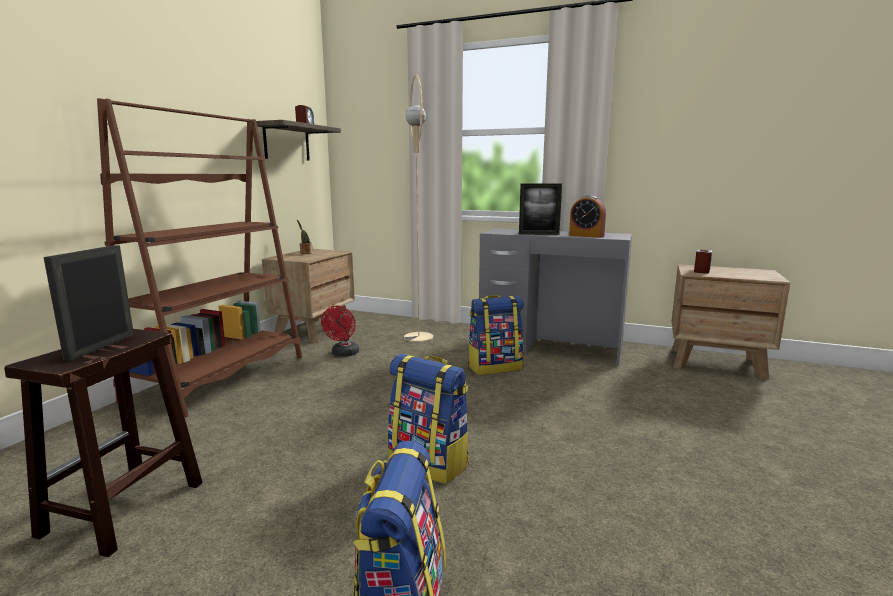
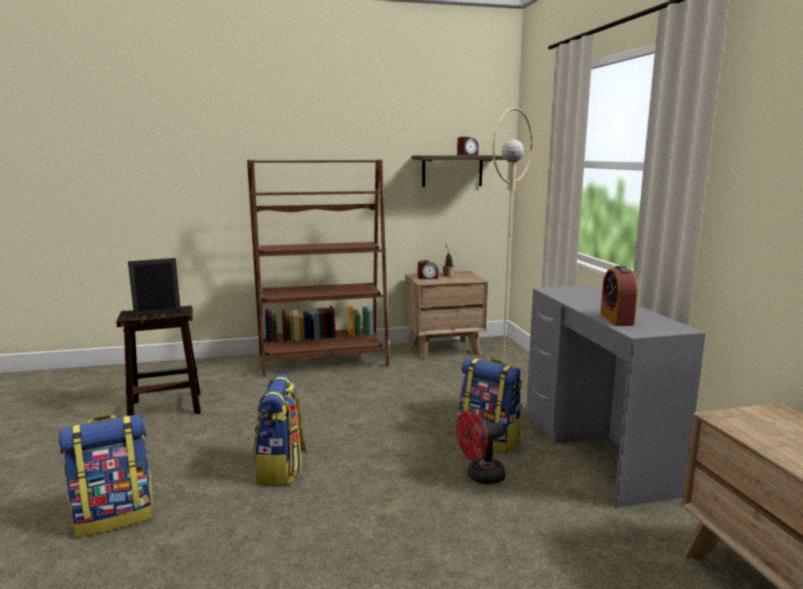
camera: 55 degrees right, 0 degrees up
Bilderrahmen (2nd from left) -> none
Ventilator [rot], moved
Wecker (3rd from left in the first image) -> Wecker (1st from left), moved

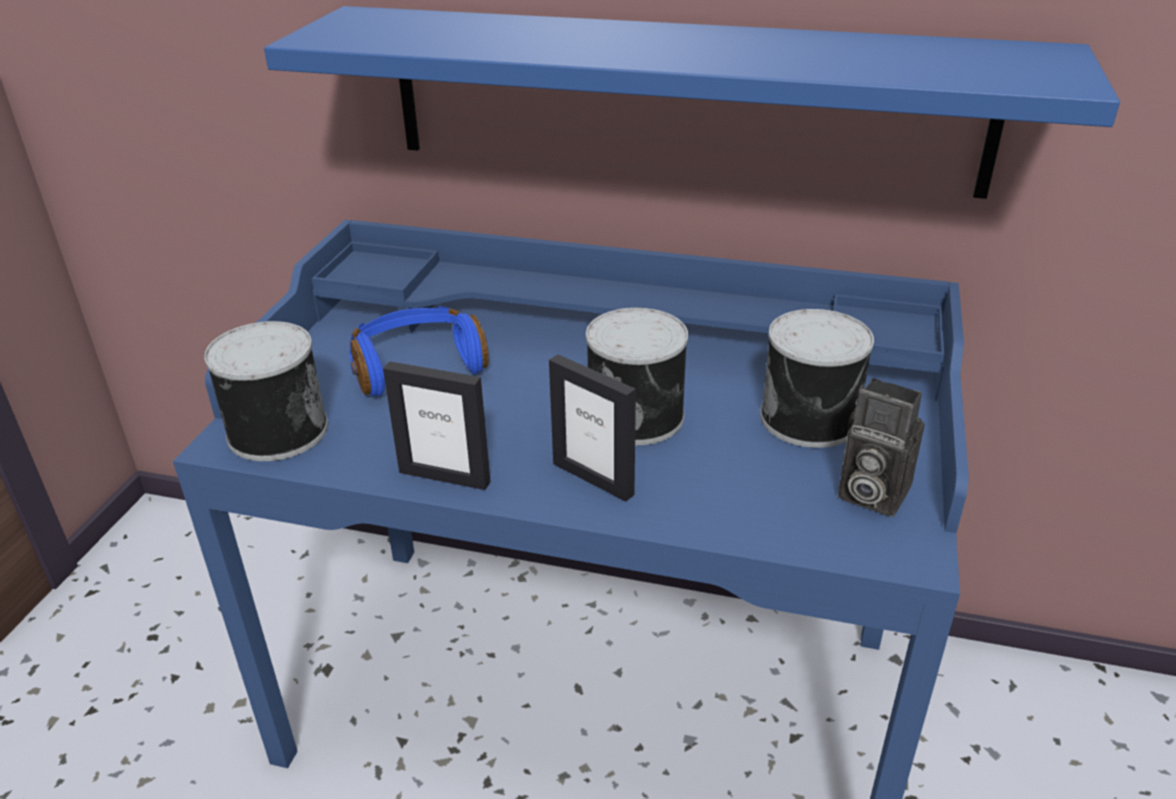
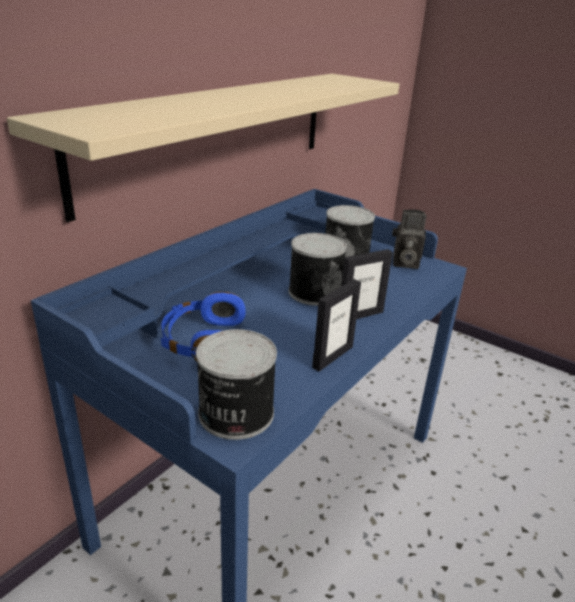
camera: 70 degrees left, 5 degrees down
Wandregal [blau] -> Wandregal [beige]
Kamera, 45 degrees clockwise

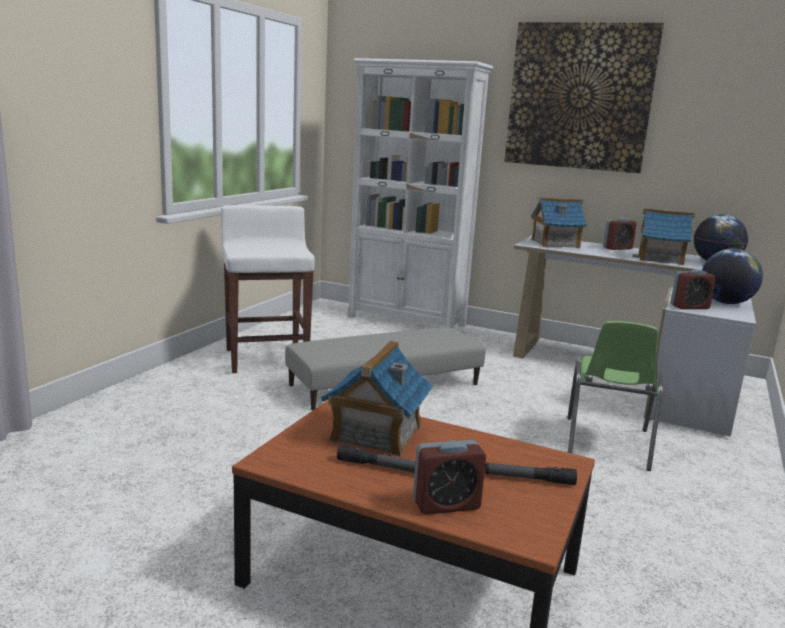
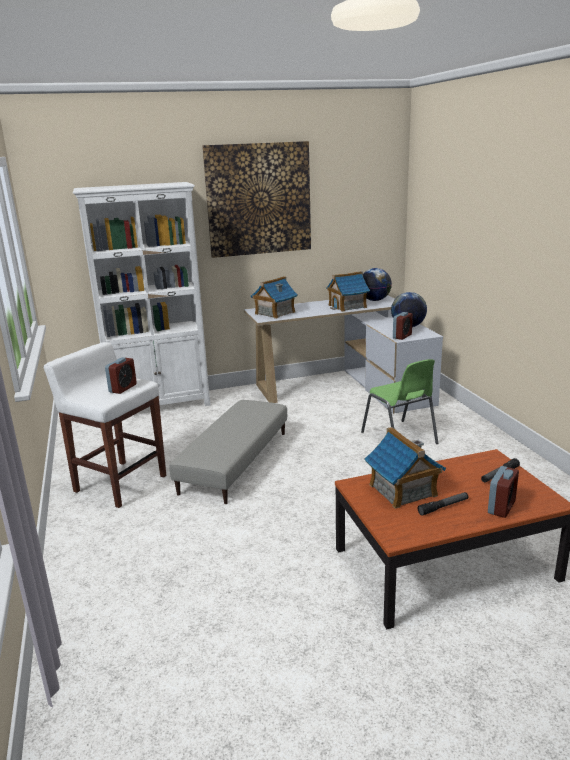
camera: 40 degrees left, 5 degrees up
Wecker (2nd from left in the first image) -> Wecker (1st from left), moved

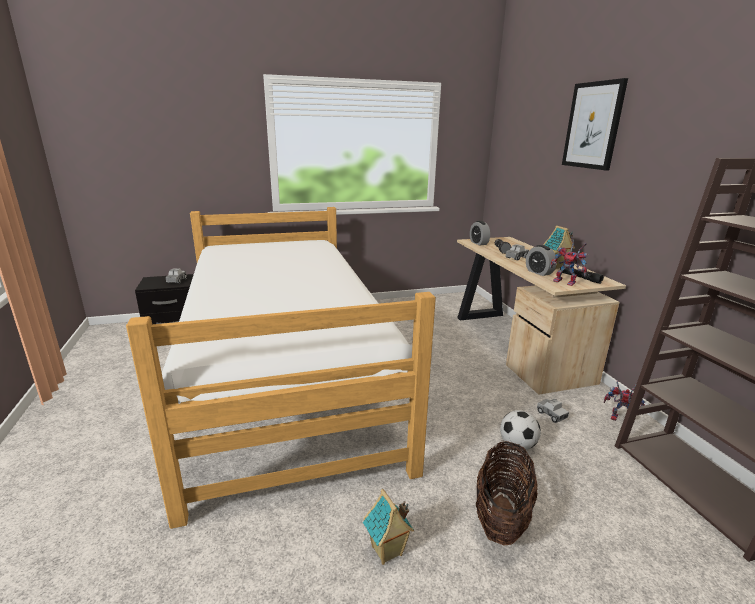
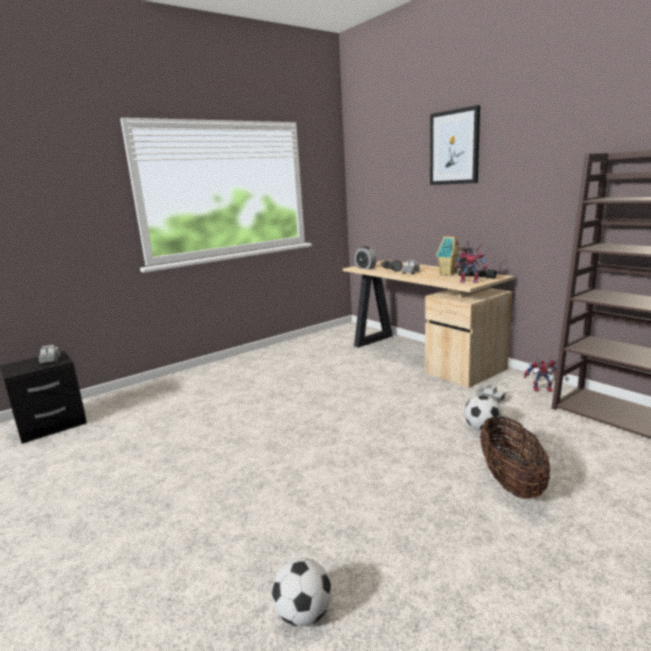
camera: 20 degrees left, 5 degrees down
Bett -> none
Spielzeughaus (1st from left) -> none
Wecker (2nd from left) -> none
none -> Fußball (1st from left)

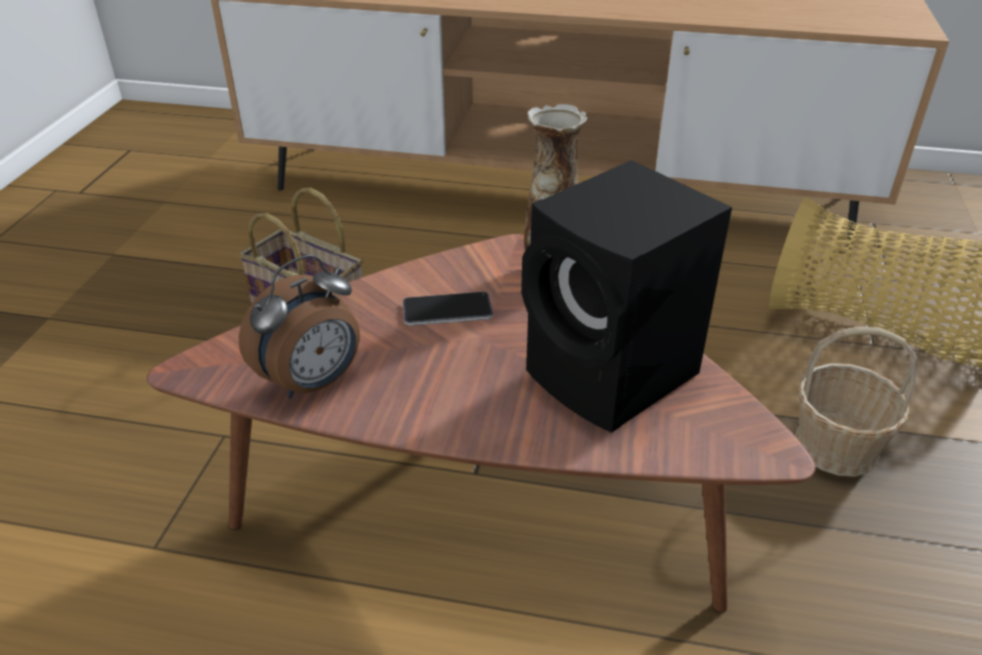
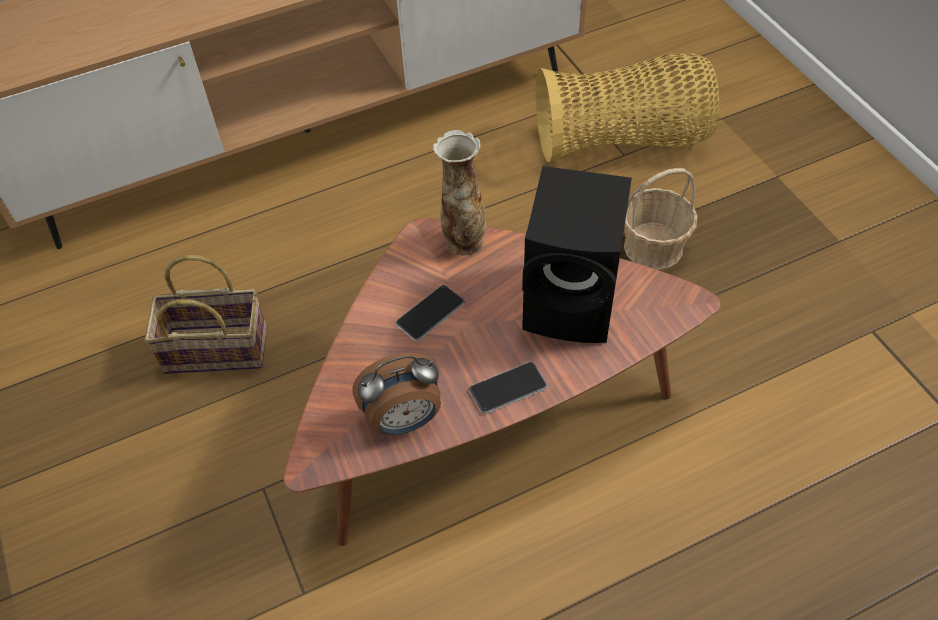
camera: 35 degrees left, 15 degrees up
none -> Handy (2nd from left)
Wecker, 60 degrees clockwise

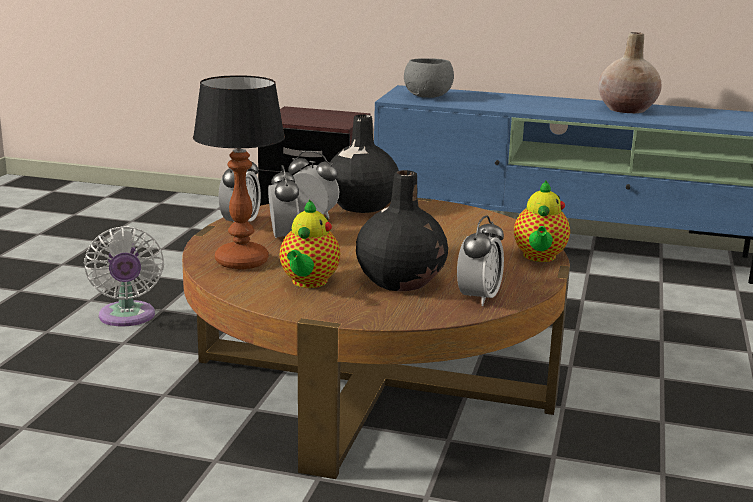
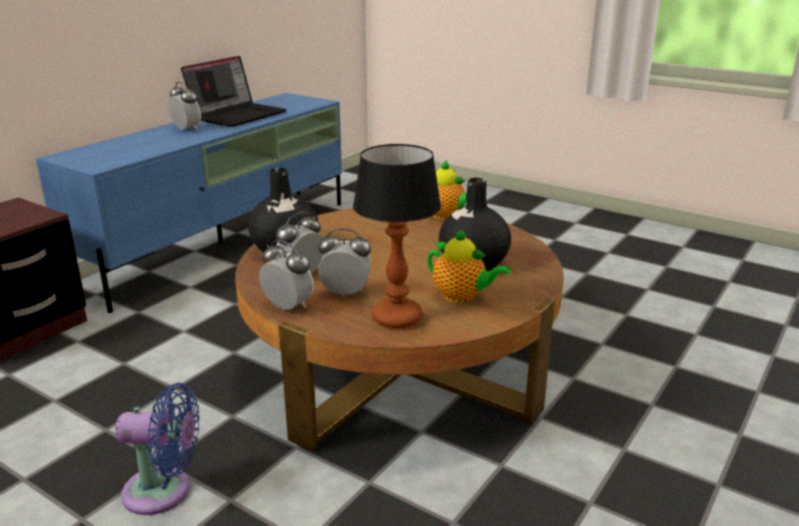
camera: 70 degrees left, 5 degrees up
Schüssel [grau] -> none
Wecker (4th from left in the first image) -> Wecker (1st from left), moved
Vase [beige] -> Laptop
Ventilator [weiß] -> Ventilator [blau]

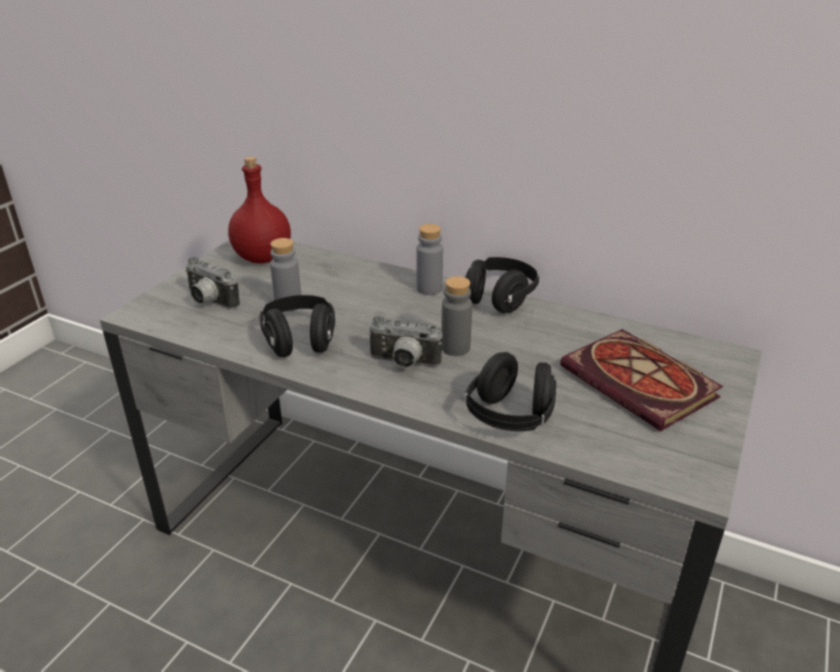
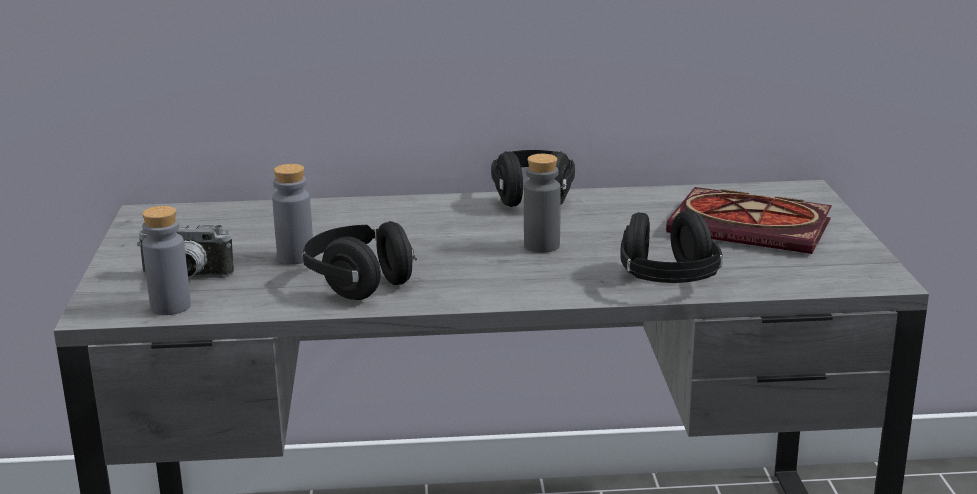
camera: 30 degrees left, 10 degrees down
Flasche [rot] -> none
Kamera (2nd from left) -> none
Flasche [grau] (2nd from left in the first image) -> Flasche [grau] (1st from left), moved

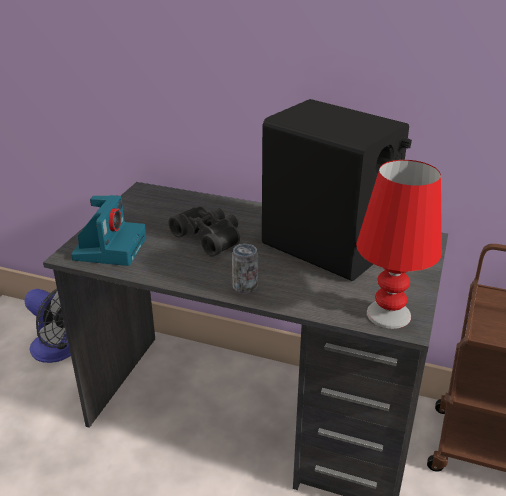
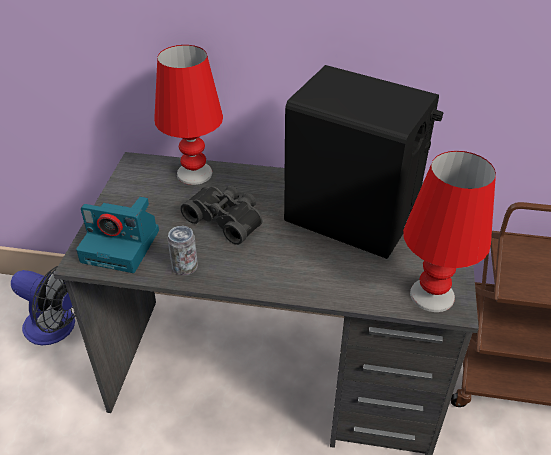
camera: 10 degrees left, 10 degrees up
none -> Tischlampe [rot] (1st from left)
Dose, moved
Kamera, 105 degrees clockwise

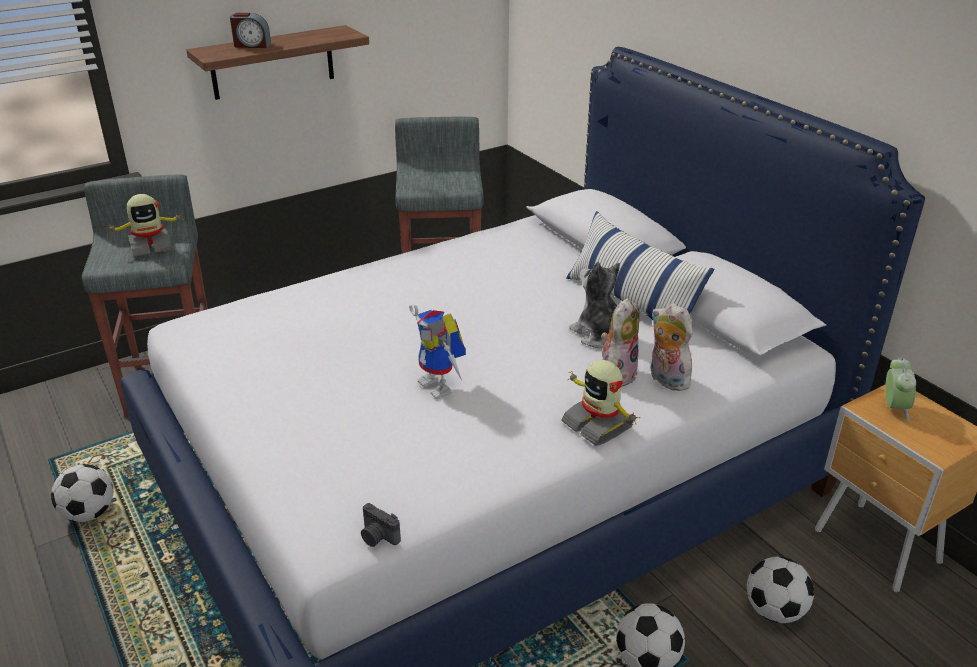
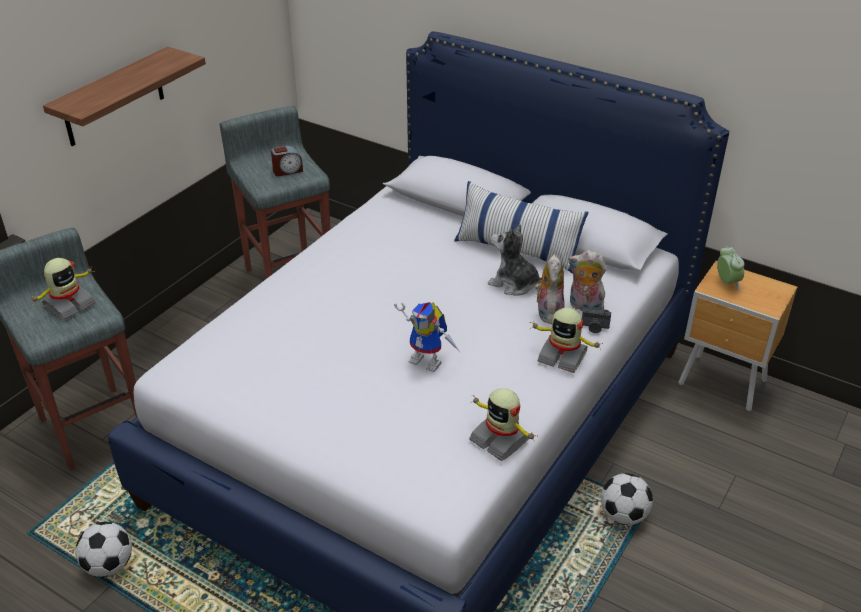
camera: 25 degrees left, 5 degrees up
Fußball (3rd from left) -> none
none -> Spielzeugroboter (3rd from left)
Wecker (1st from left), moved
Kamera, moved

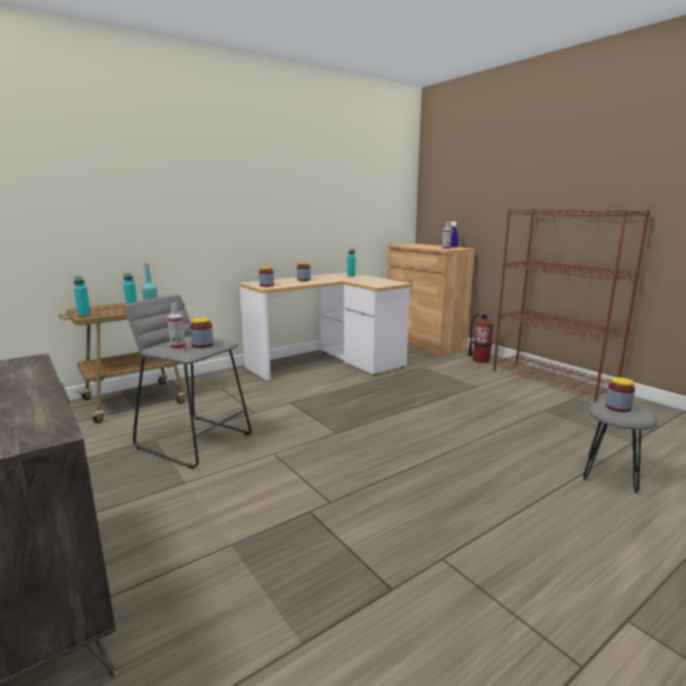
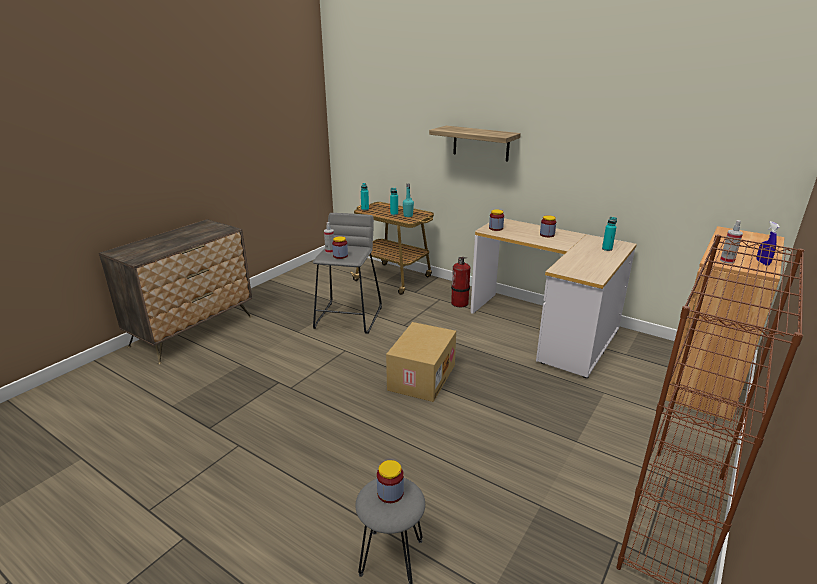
camera: 70 degrees right, 10 degrees up
none -> Karton
none -> Wandregal
Feuerlöscher, moved

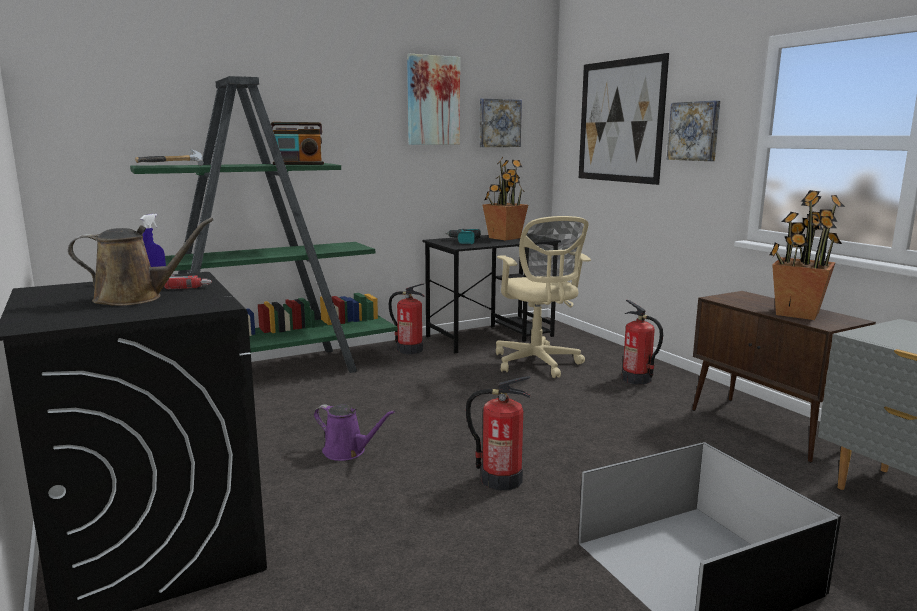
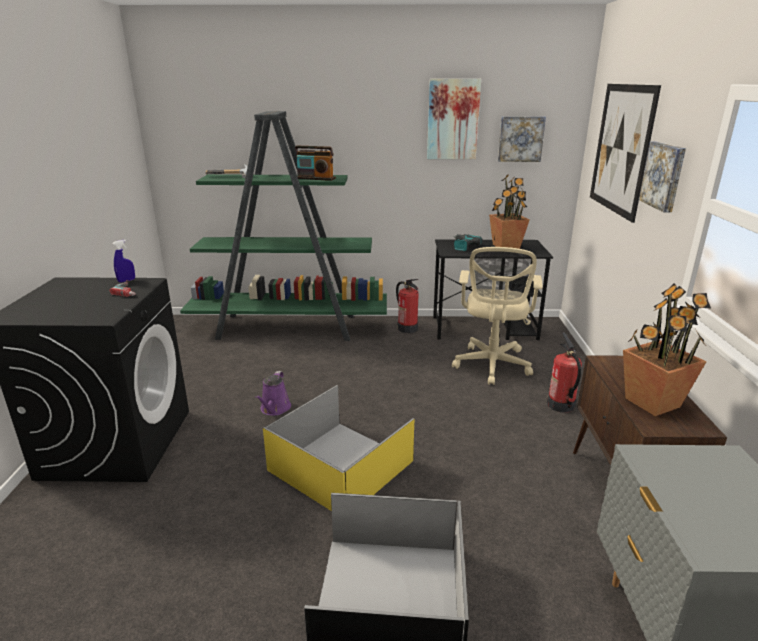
camera: 30 degrees right, 10 degrees up
Gießkanne [braun] -> none
Feuerlöscher (2nd from left) -> Aufbewahrungsbox [gelb]
Gießkanne [lila], 45 degrees clockwise

